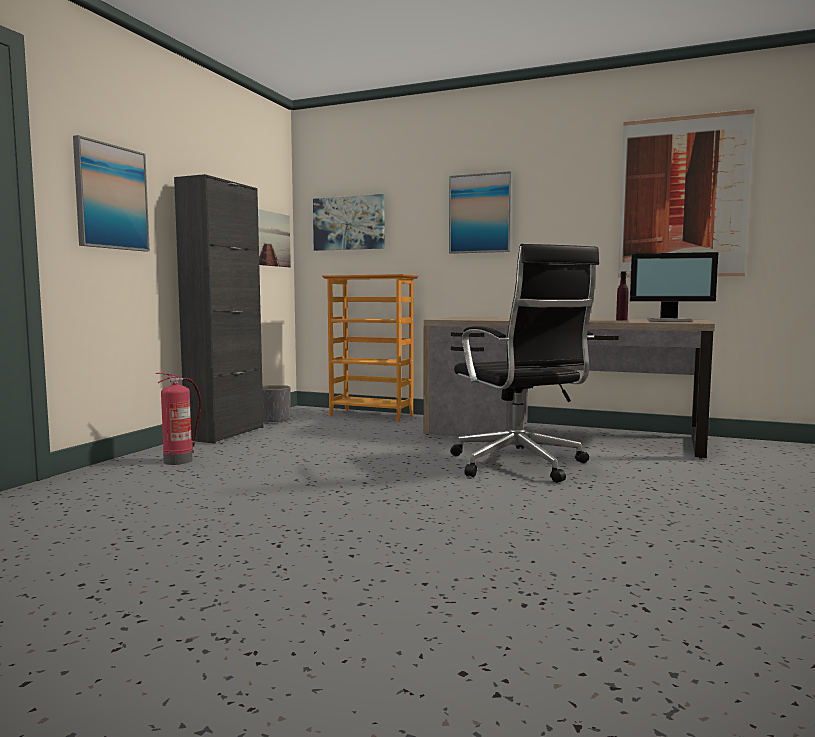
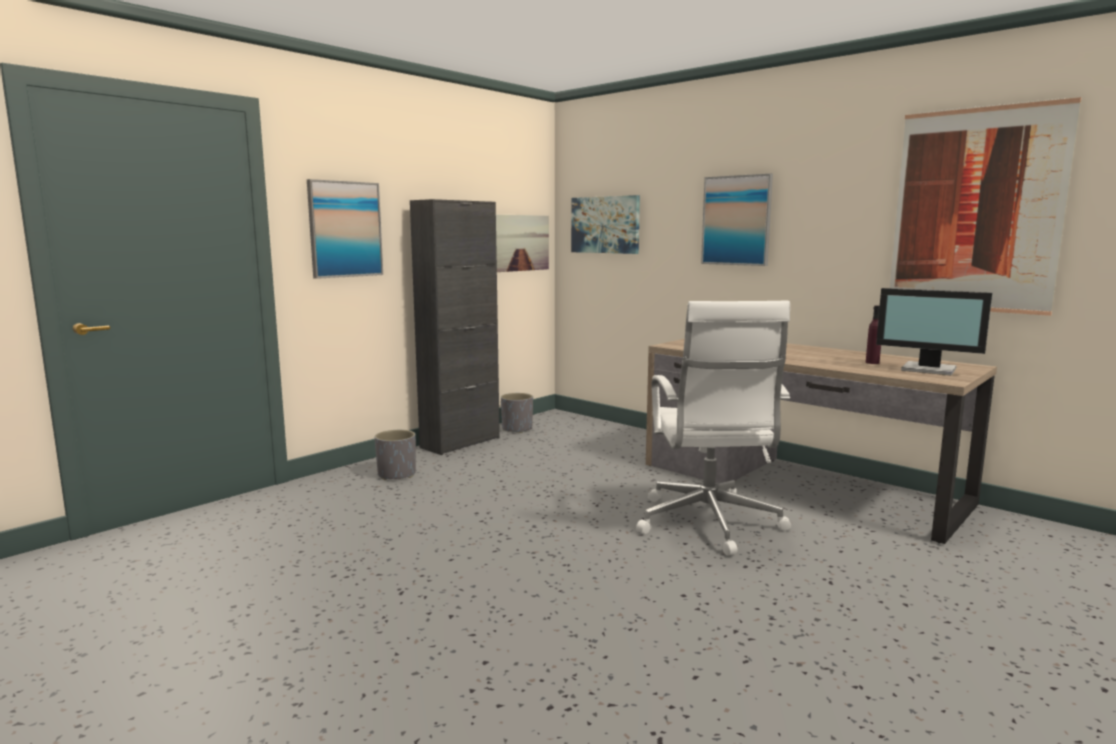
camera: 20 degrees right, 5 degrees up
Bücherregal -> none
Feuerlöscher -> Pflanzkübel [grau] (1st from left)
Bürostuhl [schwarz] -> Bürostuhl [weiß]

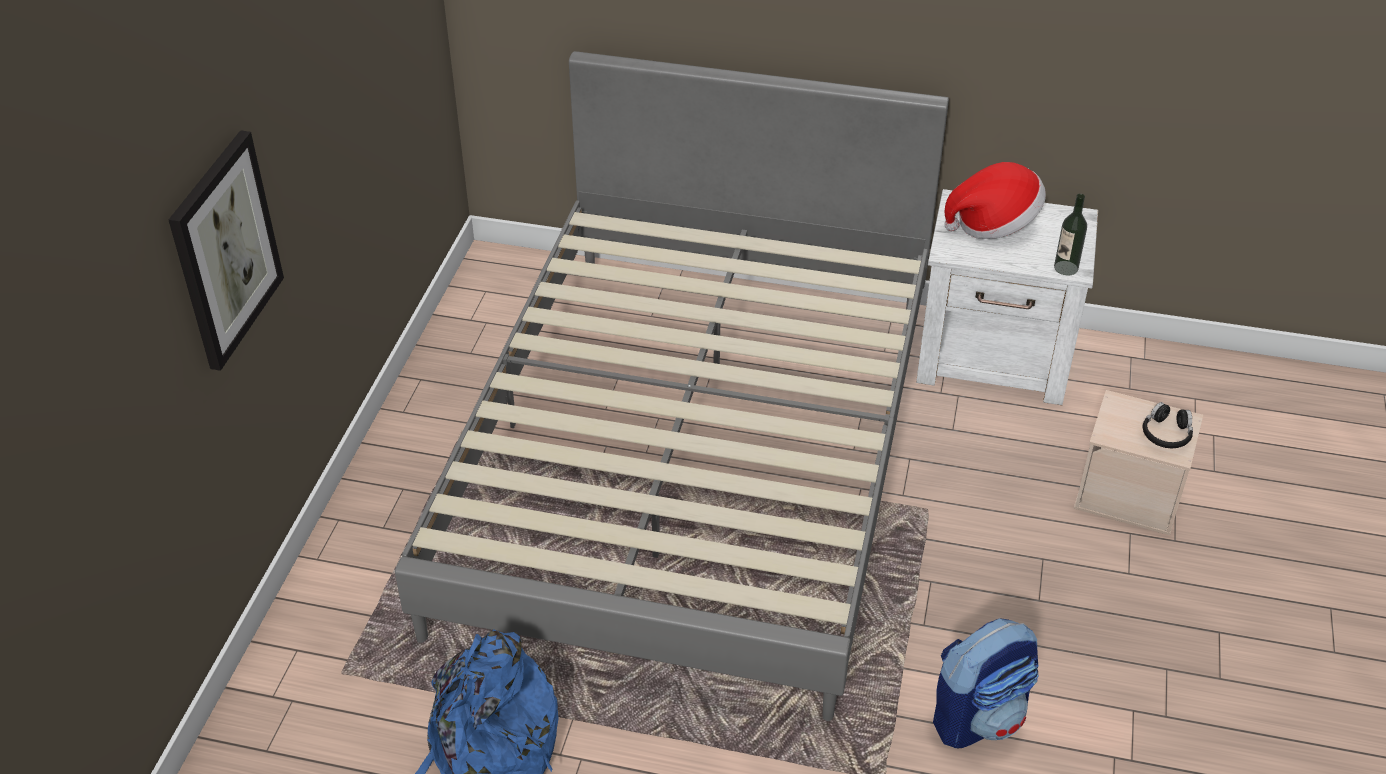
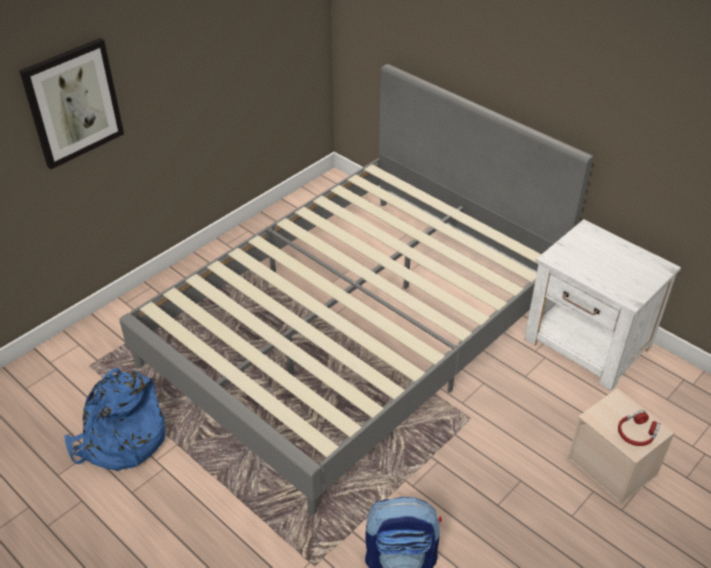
camera: 30 degrees right, 0 degrees up
Hut -> none
Flasche -> none
Kopfhörer [schwarz] -> Kopfhörer [rot]

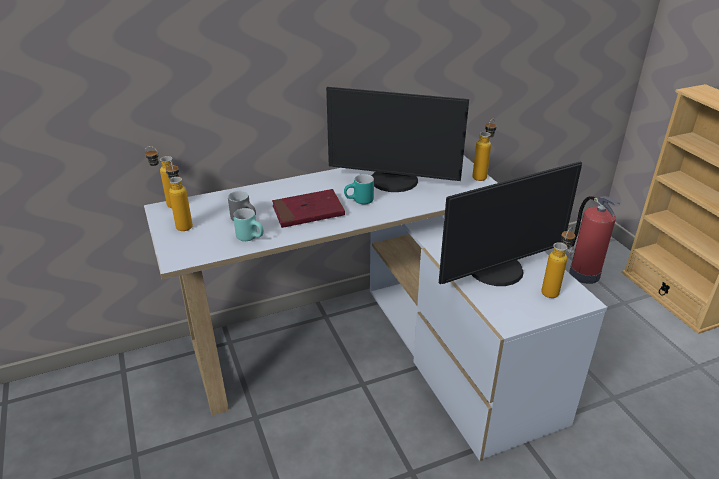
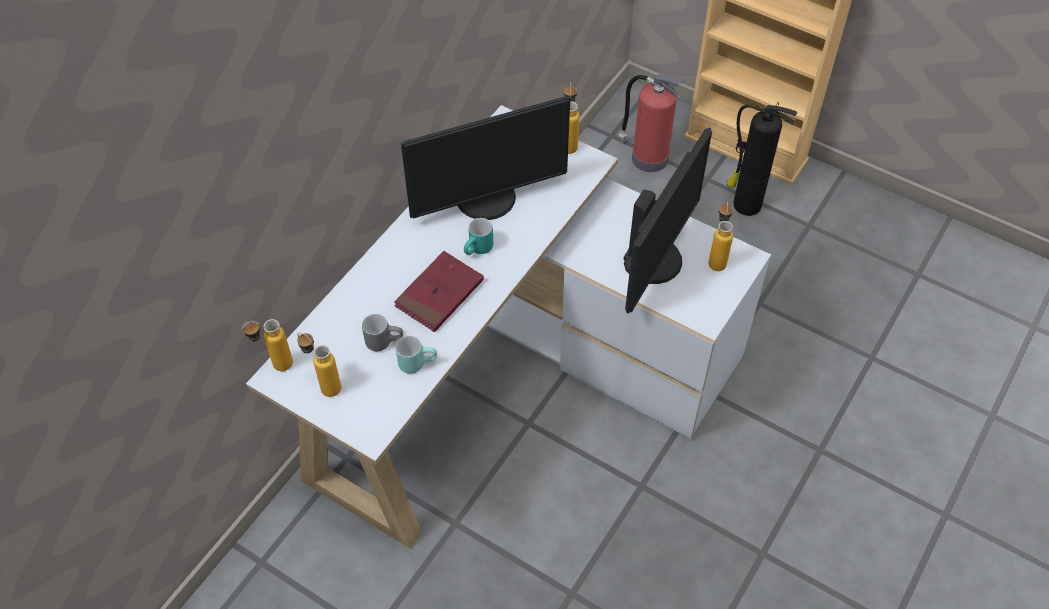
camera: 35 degrees left, 20 degrees up
none -> Feuerlöscher (2nd from left)

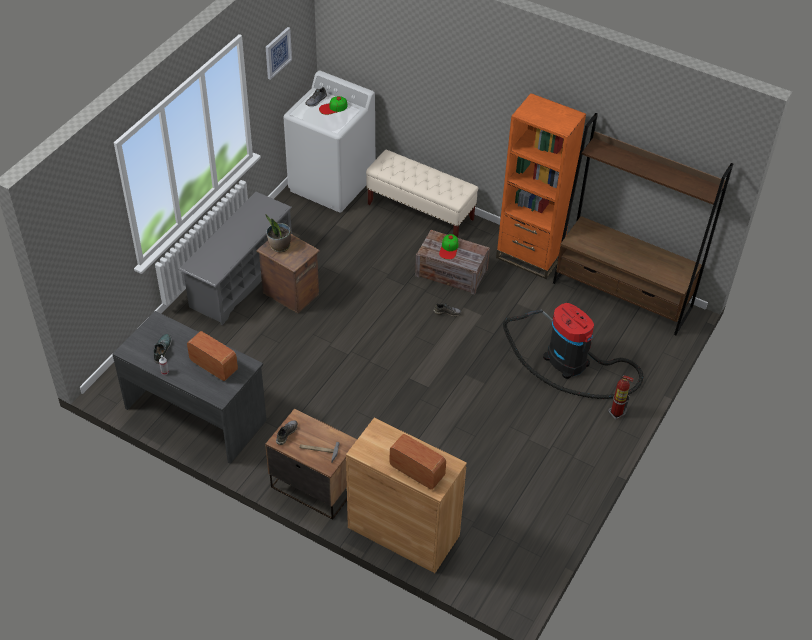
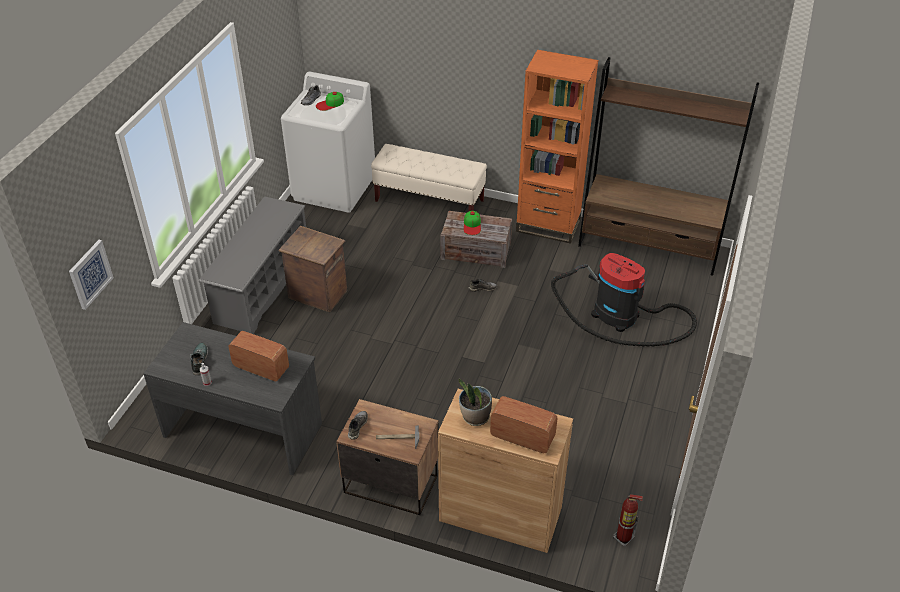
camera: 10 degrees left, 5 degrees down
Topfpflanze, moved
Bild, moved
Feuerlöscher, moved

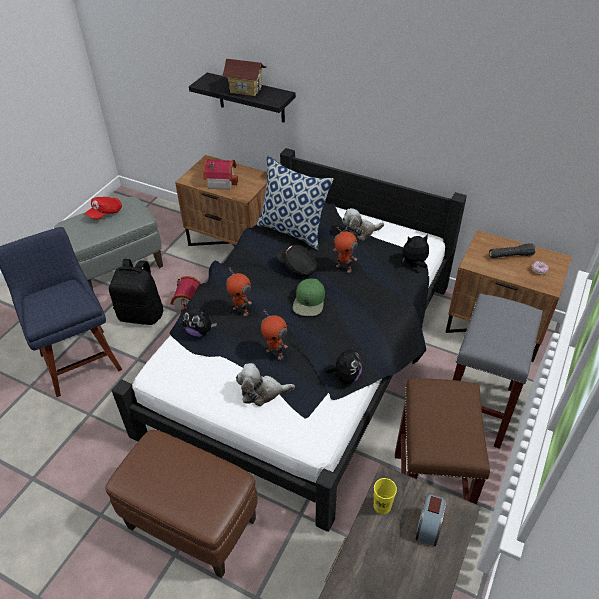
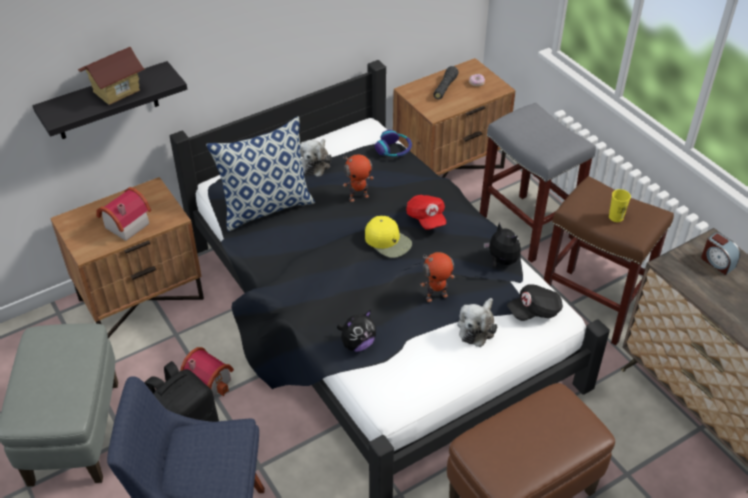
camera: 60 degrees left, 0 degrees up
Spielzeugroboter (1st from left) -> none
Kappe [rot], moved
Kappe [schwarz], moved
Tasse [gelb], moved
Plüschtier (5th from left) -> Kopfhörer
Kappe [grün] -> Kappe [gelb]

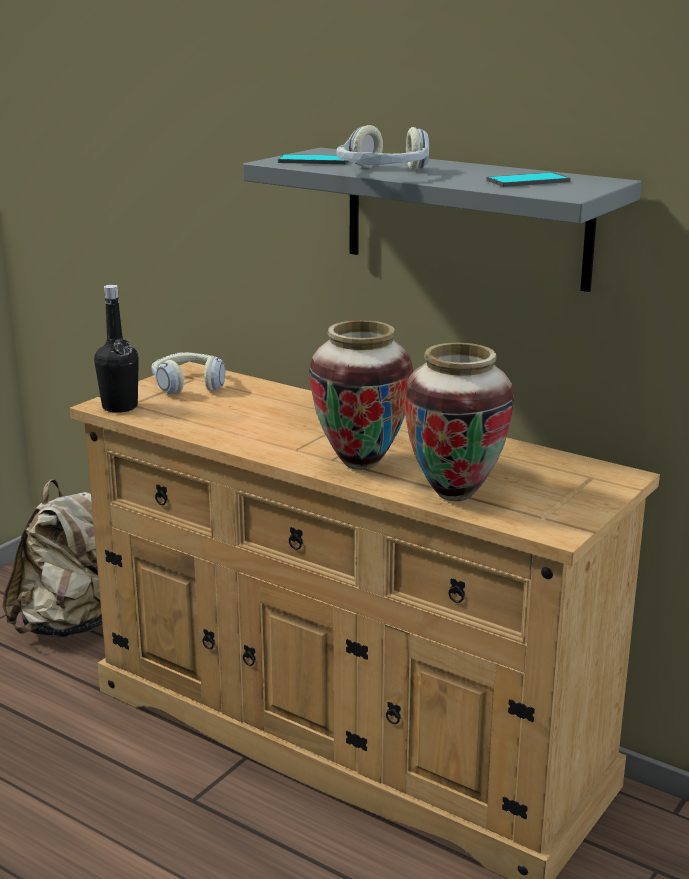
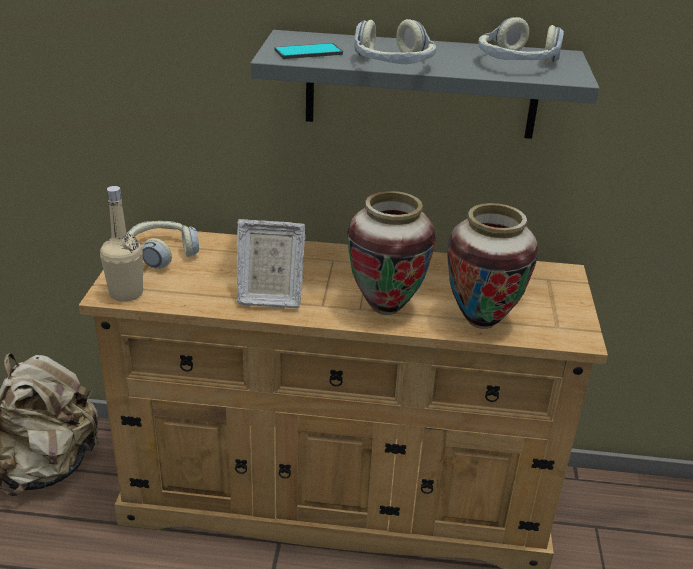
camera: 30 degrees left, 10 degrees up
none -> Bilderrahmen
Handy (2nd from left) -> Kopfhörer (3rd from left)
Flasche [schwarz] -> Flasche [beige]

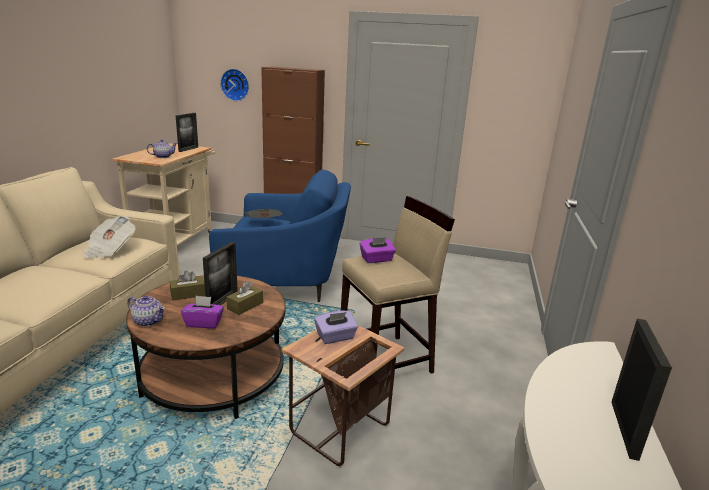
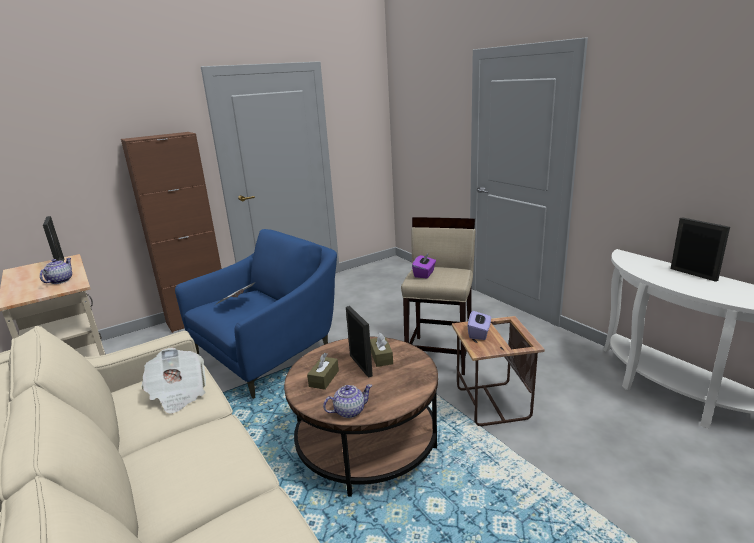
camera: 45 degrees left, 0 degrees up
Taschentuchbox [lila] (1st from left) -> none
Wanduhr -> none

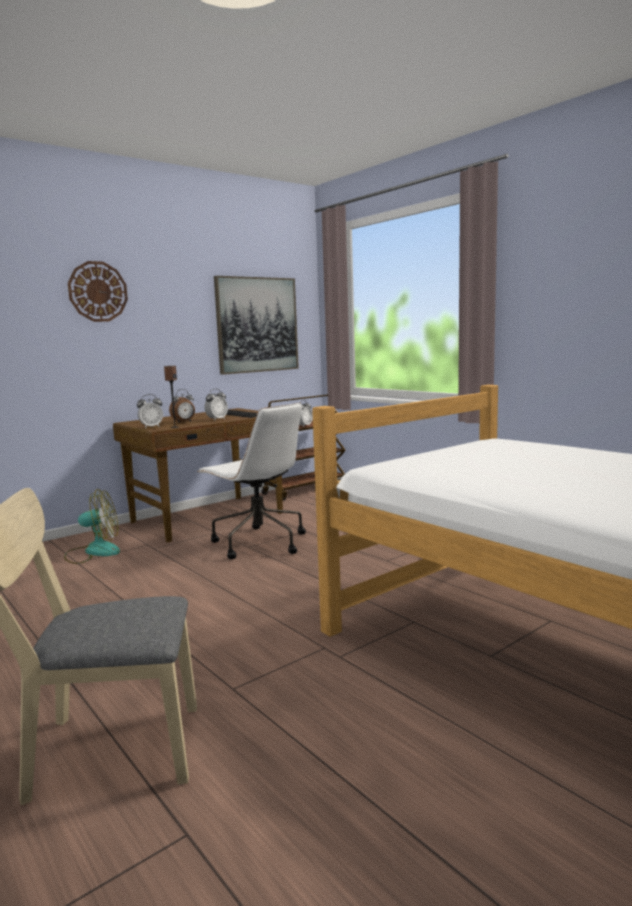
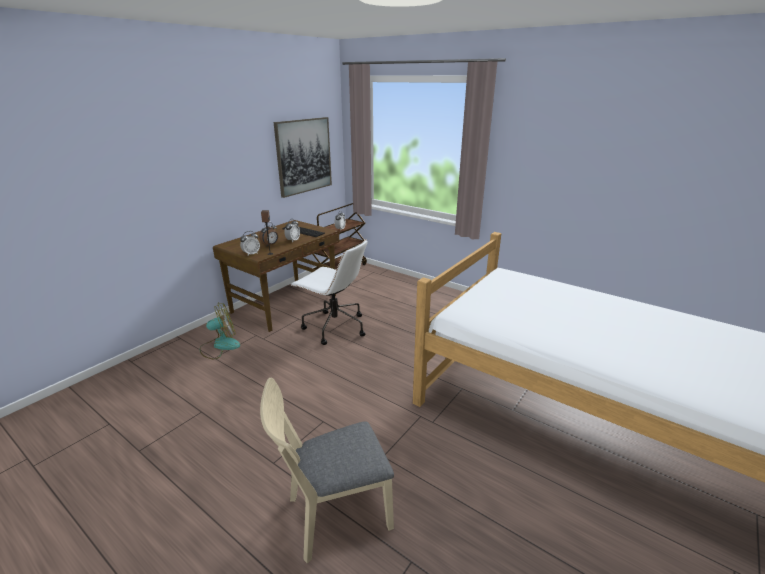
camera: 15 degrees left, 15 degrees up
Wanduhr -> none

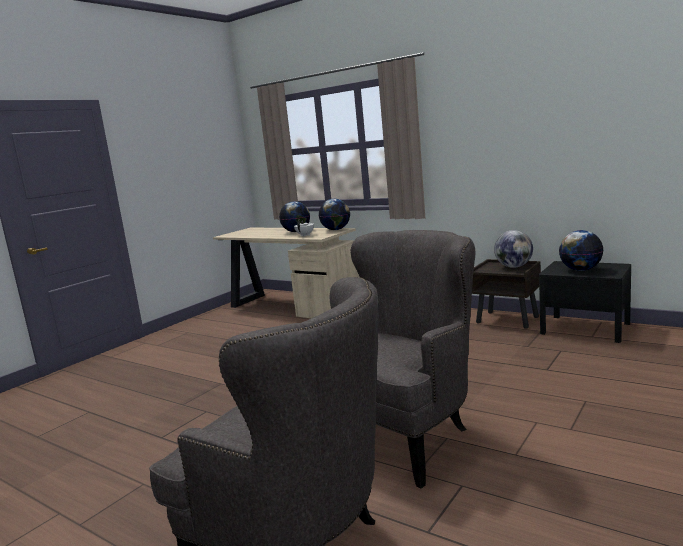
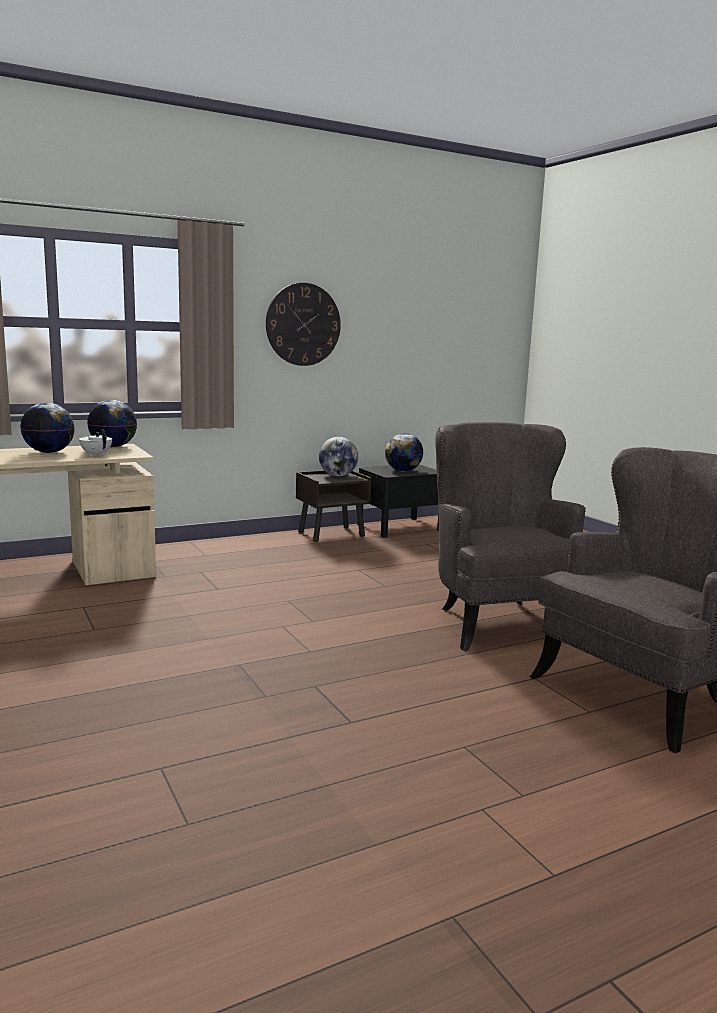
camera: 65 degrees left, 0 degrees up
none -> Wanduhr

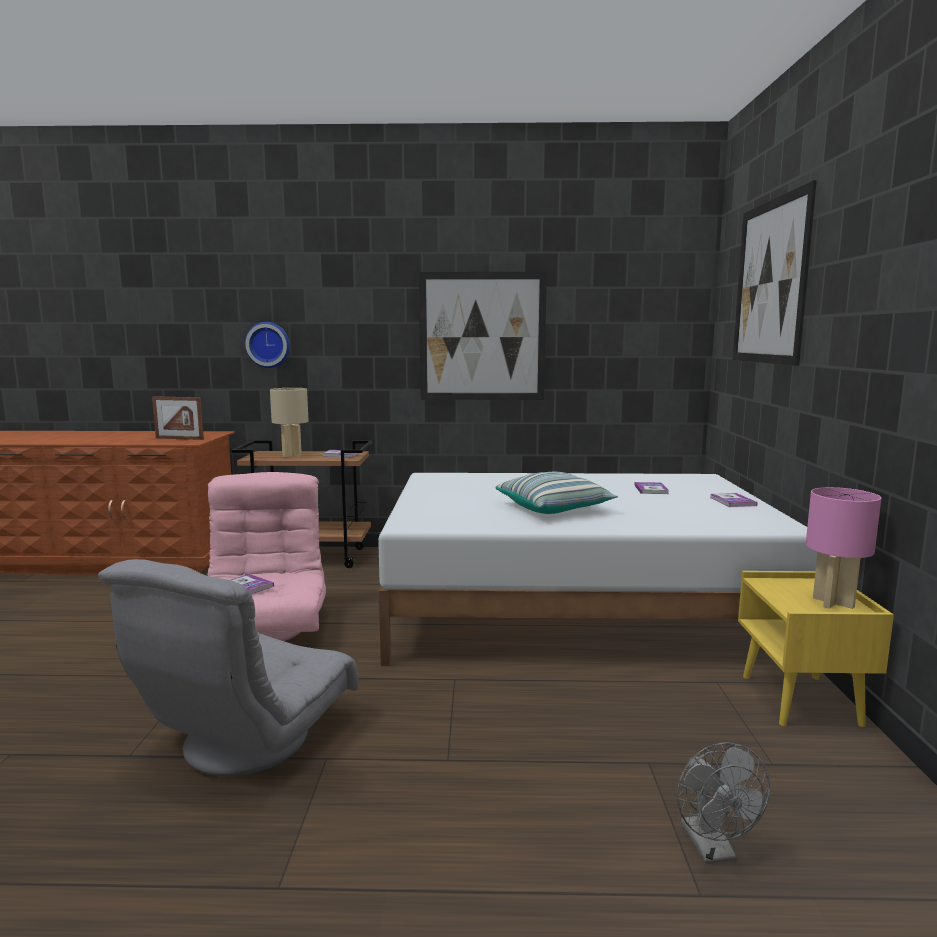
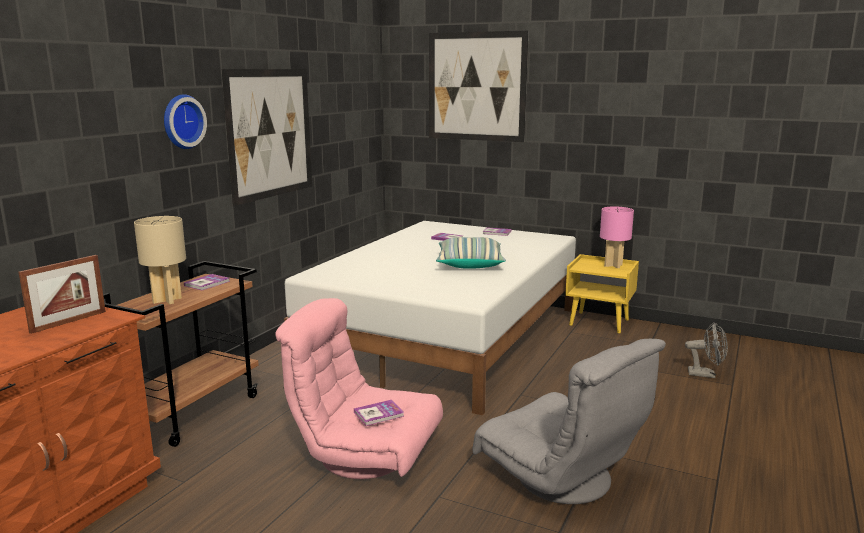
camera: 65 degrees left, 5 degrees up
Wanduhr, moved

